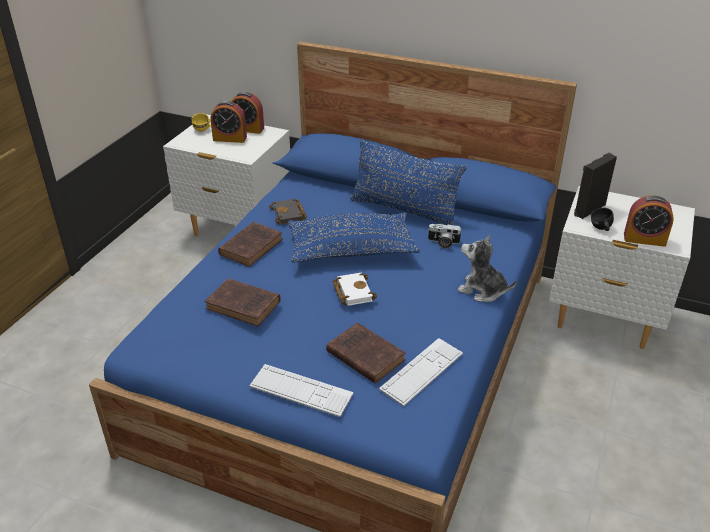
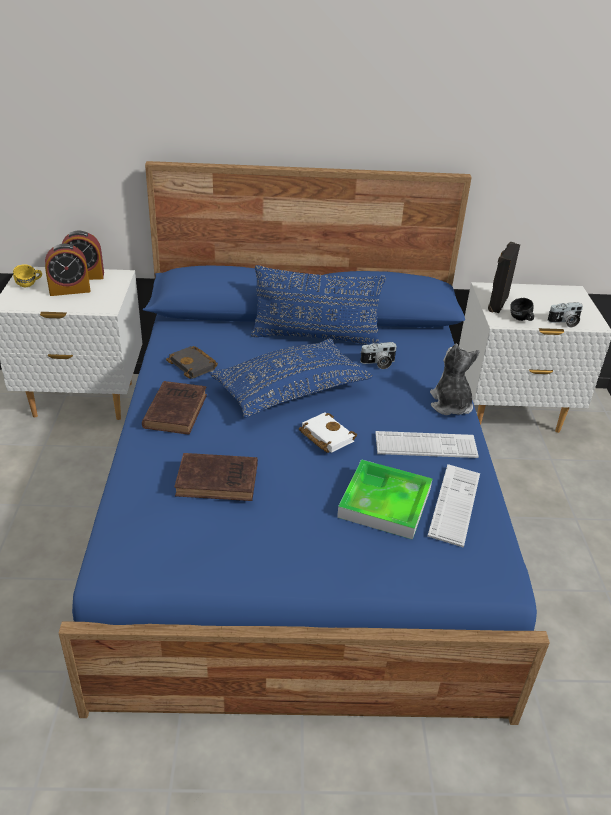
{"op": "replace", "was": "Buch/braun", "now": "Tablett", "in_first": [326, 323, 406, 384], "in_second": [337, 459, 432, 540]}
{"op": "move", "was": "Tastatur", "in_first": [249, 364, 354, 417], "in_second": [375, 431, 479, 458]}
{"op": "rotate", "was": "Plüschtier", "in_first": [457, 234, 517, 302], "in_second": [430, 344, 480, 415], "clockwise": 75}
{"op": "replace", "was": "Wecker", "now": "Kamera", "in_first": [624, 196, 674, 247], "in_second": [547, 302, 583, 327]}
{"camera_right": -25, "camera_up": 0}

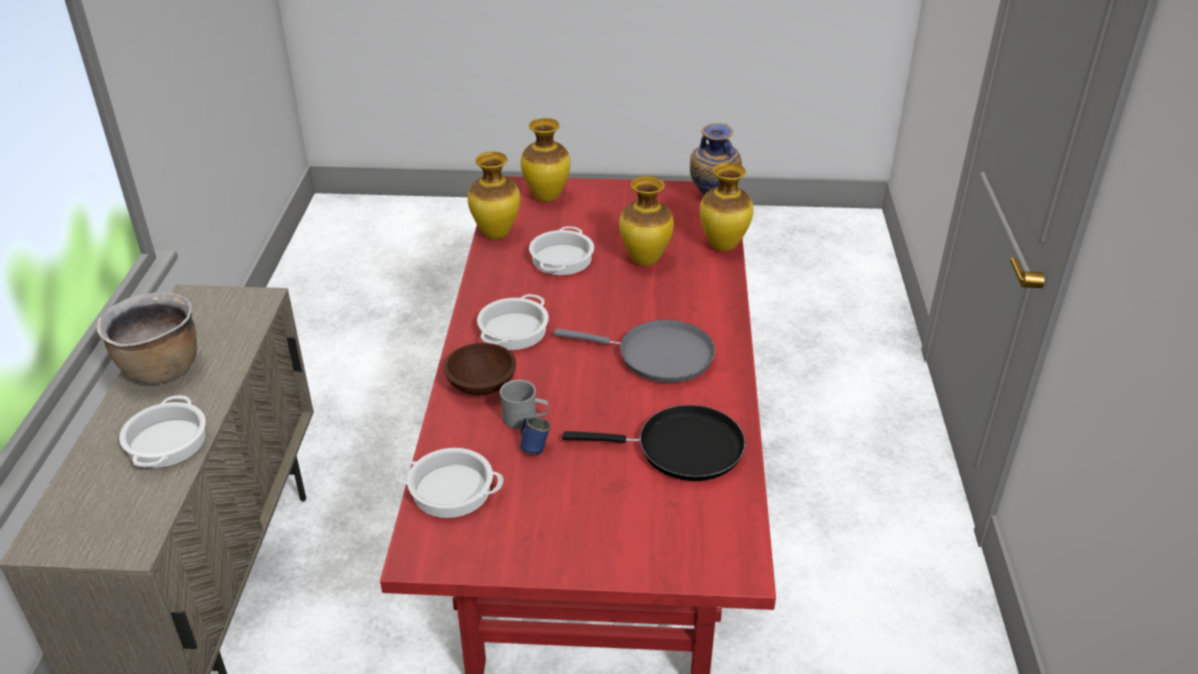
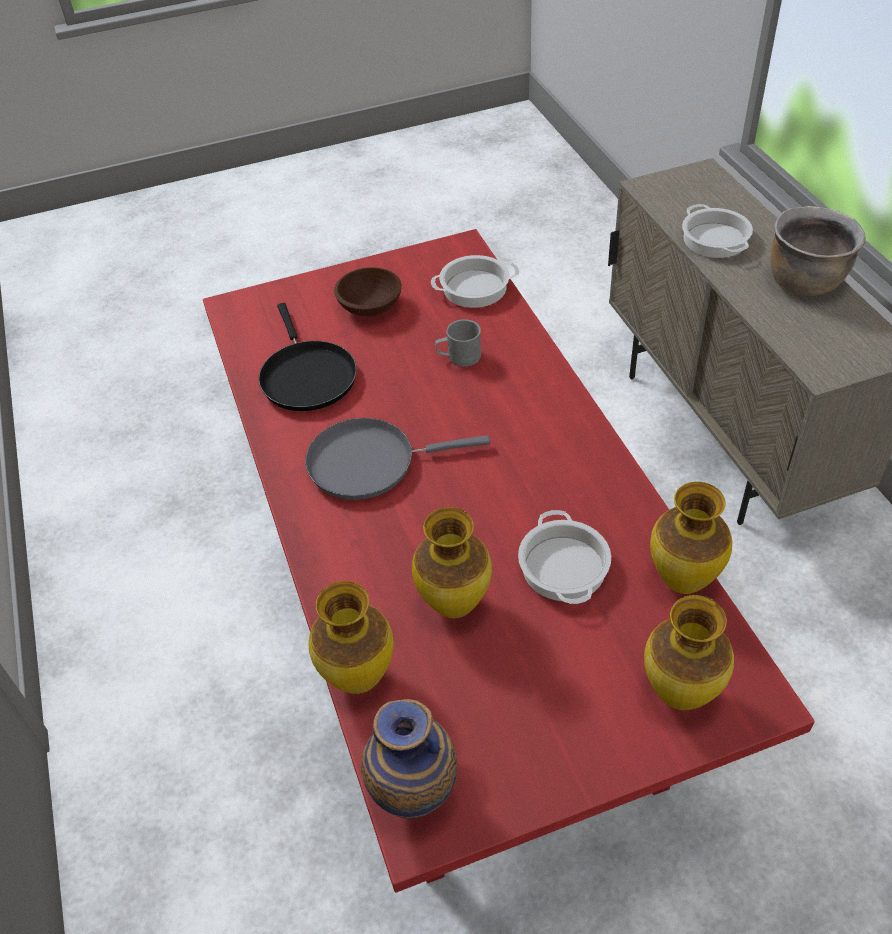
{"op": "rotate", "was": "Pfanne/schwarz", "in_first": [562, 405, 745, 481], "in_second": [258, 303, 357, 411], "clockwise": -90}
{"op": "move", "was": "Schüssel/braun", "in_first": [444, 343, 516, 395], "in_second": [334, 267, 402, 316]}
{"op": "delete", "was": "Kochtopf", "in_first": [477, 294, 549, 350]}
{"op": "delete", "was": "Henkelbecher/blau", "in_first": [520, 417, 551, 455]}
{"camera_right": 160, "camera_up": 10}

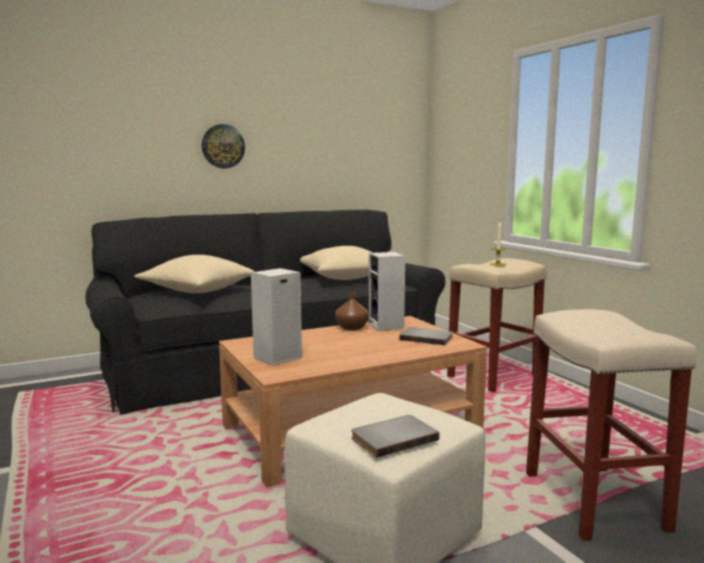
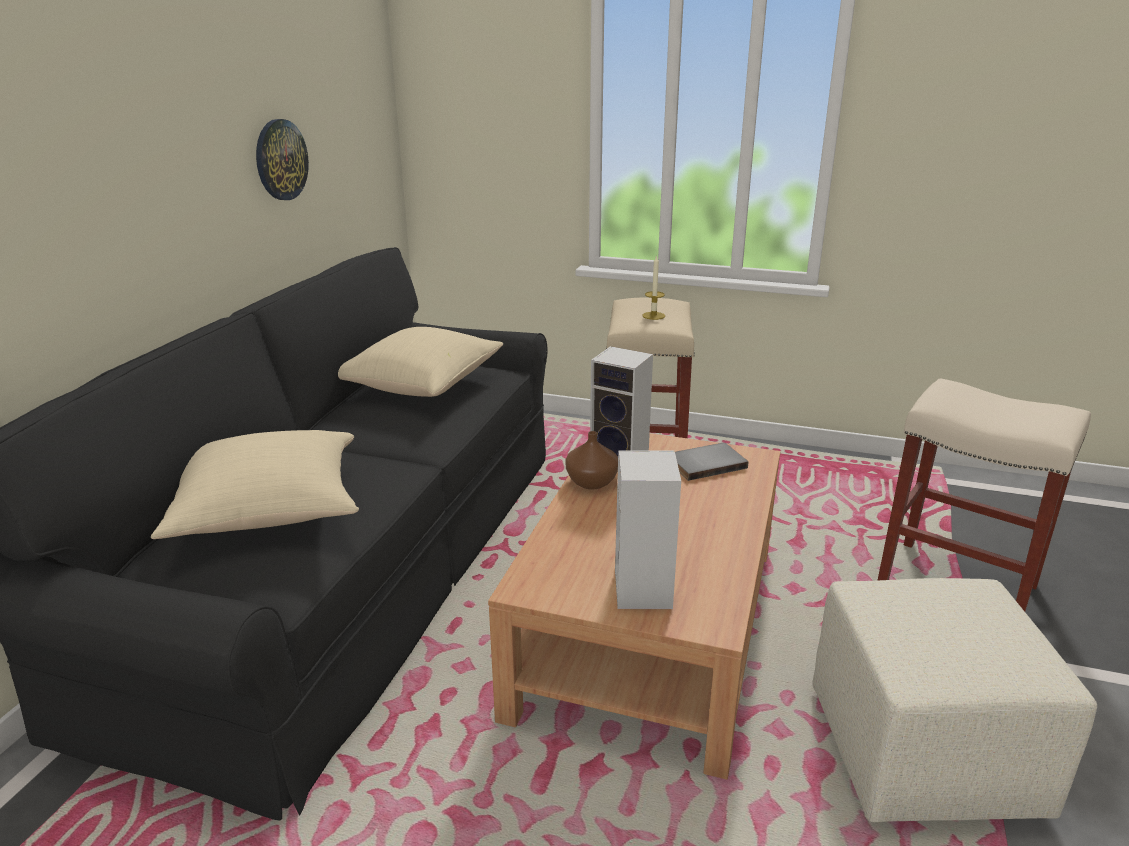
{"op": "move", "was": "Wanduhr", "in_first": [202, 124, 245, 168], "in_second": [256, 119, 309, 200]}
{"op": "delete", "was": "Buch/grau", "in_first": [351, 415, 440, 458]}
{"camera_right": -45, "camera_up": 15}

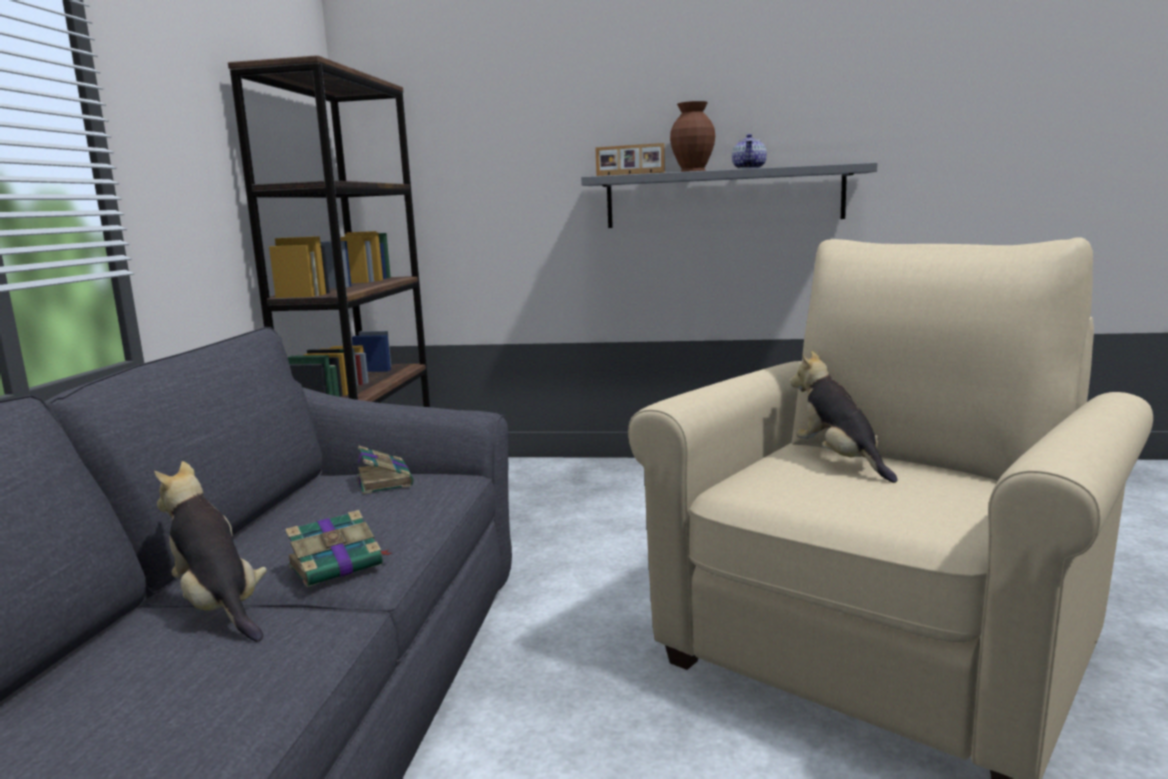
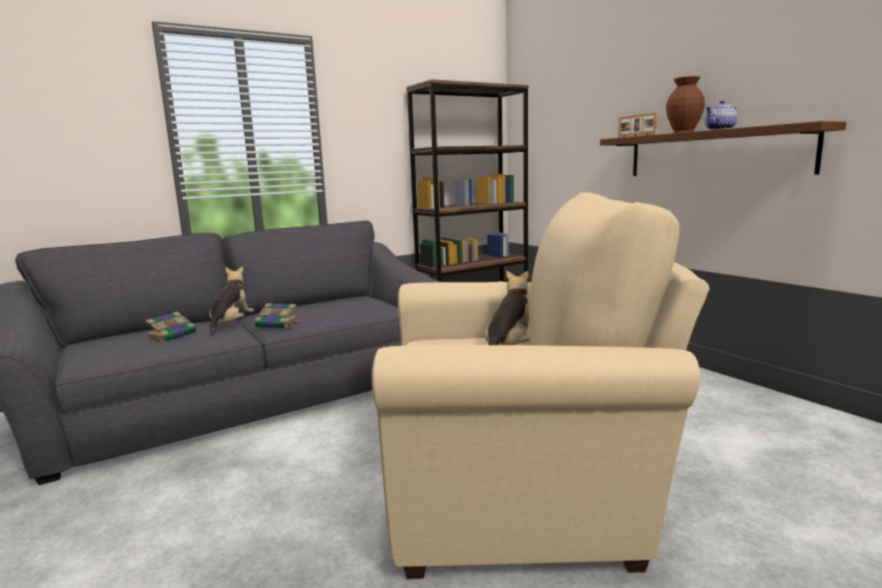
{"op": "move", "was": "Buch", "in_first": [357, 446, 414, 494], "in_second": [146, 311, 198, 342]}
{"op": "recolor", "was": "Wandregal/grau", "now": "Wandregal/braun", "in_first": [581, 162, 878, 228], "in_second": [600, 121, 847, 176]}
{"camera_right": 50, "camera_up": 0}

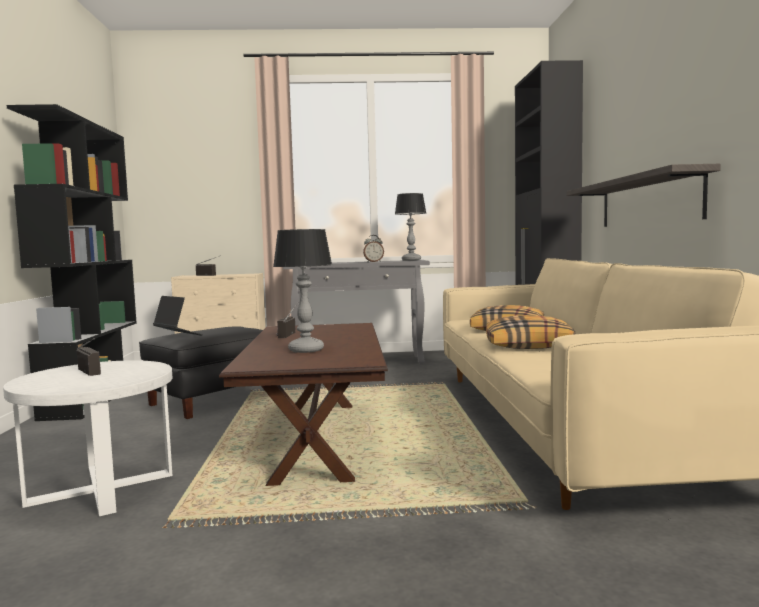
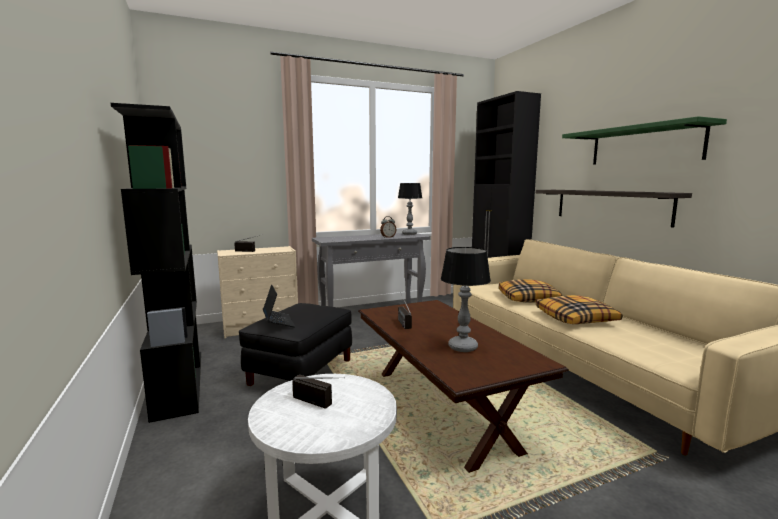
{"op": "rotate", "was": "Laptop", "in_first": [153, 296, 203, 336], "in_second": [263, 284, 295, 327], "clockwise": 45}
{"op": "insert", "now": "Wandregal/grün", "in_second": [562, 116, 727, 164]}
{"camera_right": -20, "camera_up": 5}

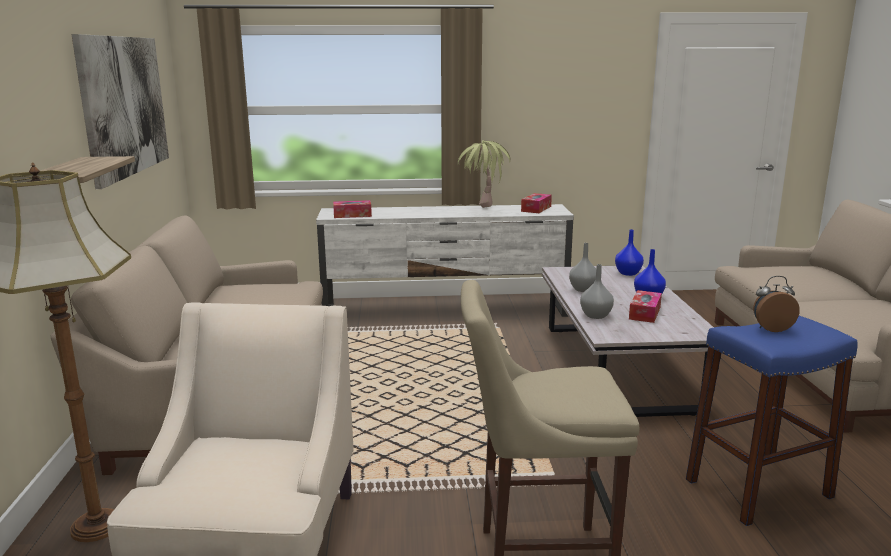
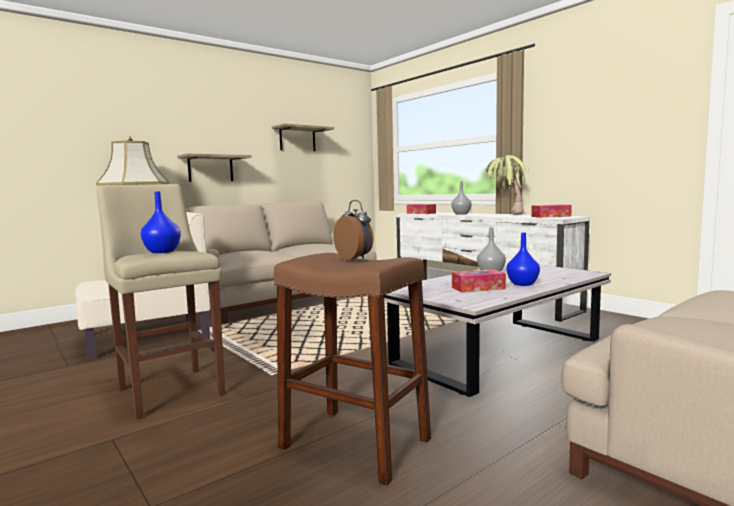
{"op": "move", "was": "Vase/blau", "in_first": [615, 230, 644, 276], "in_second": [141, 192, 181, 253]}
{"op": "replace", "was": "Bild", "now": "Wandregal", "in_first": [71, 34, 169, 189], "in_second": [272, 124, 334, 151]}
{"op": "recolor", "was": "Hocker/blau", "now": "Hocker/braun", "in_first": [686, 316, 858, 526], "in_second": [274, 253, 431, 486]}
{"op": "move", "was": "Vase/grau", "in_first": [580, 264, 614, 319], "in_second": [451, 182, 472, 215]}
{"camera_right": 55, "camera_up": -10}

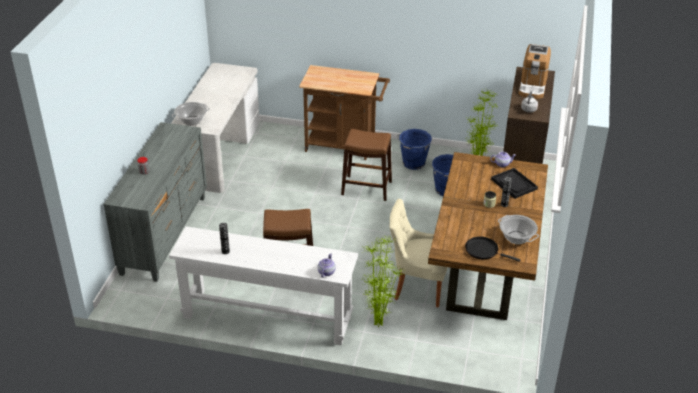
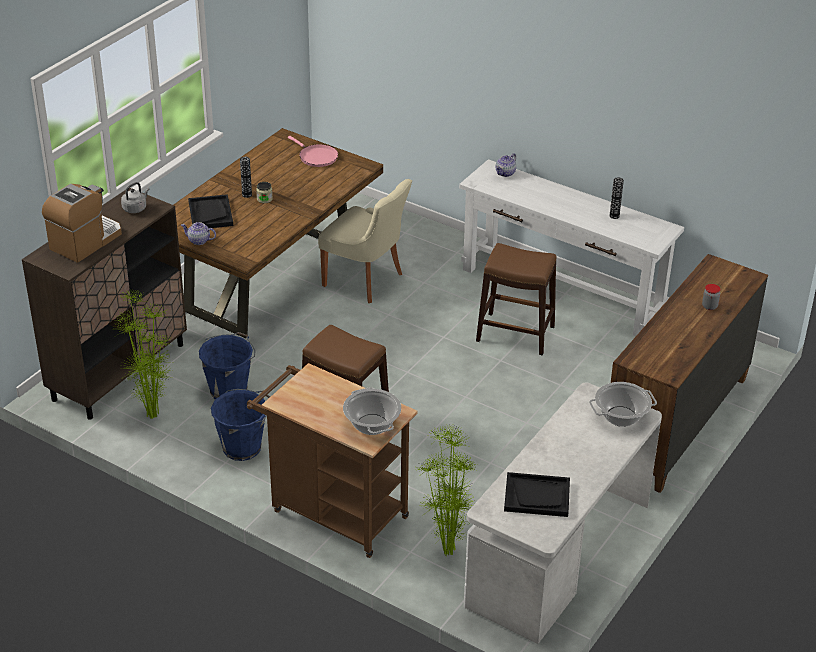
{"op": "recolor", "was": "Pfanne/schwarz", "now": "Pfanne/rosa", "in_first": [465, 237, 521, 262], "in_second": [288, 136, 338, 167]}
{"op": "move", "was": "Kochtopf", "in_first": [498, 215, 539, 244], "in_second": [343, 387, 401, 435]}
{"op": "move", "was": "Topfpflanze", "in_first": [363, 236, 405, 327], "in_second": [415, 425, 475, 556]}
{"op": "insert", "now": "Tablett/schwarz", "in_second": [504, 472, 570, 517]}
{"op": "recolor", "was": "Kommode/grau", "now": "Kommode/braun", "in_first": [103, 122, 207, 282], "in_second": [611, 254, 768, 493]}
{"camera_right": -160, "camera_up": 0}

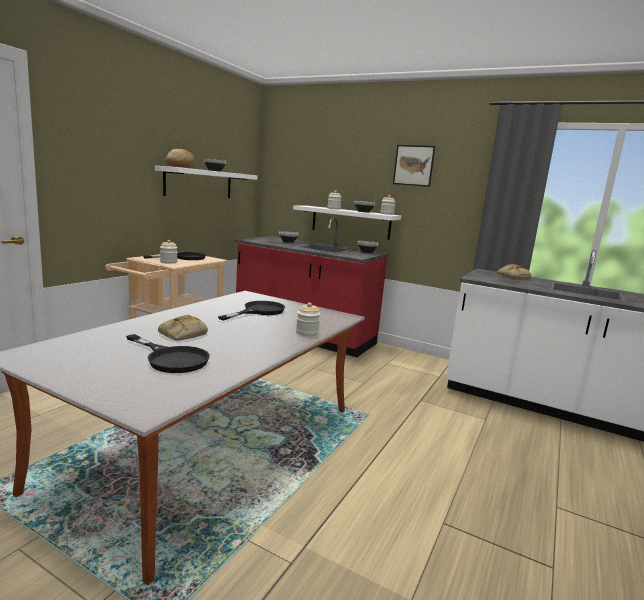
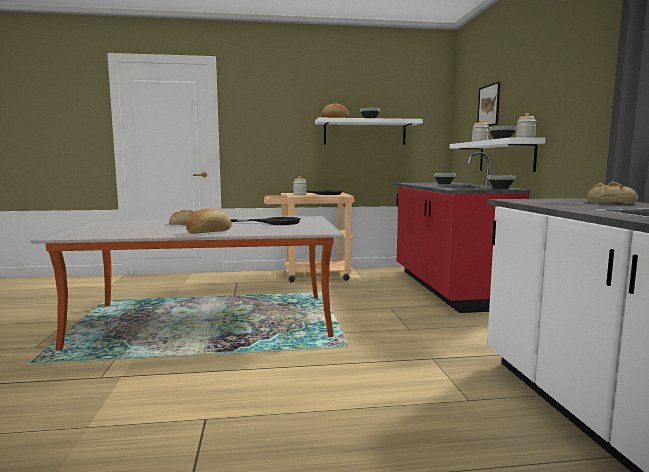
{"op": "insert", "now": "Brot", "in_second": [186, 208, 232, 234]}
{"op": "move", "was": "Bild", "in_first": [393, 145, 435, 187], "in_second": [477, 81, 500, 126]}
{"op": "delete", "was": "Pfanne/schwarz", "in_first": [126, 334, 210, 373]}
{"op": "delete", "was": "Vorratsglas", "in_first": [296, 302, 320, 336]}
{"camera_right": 55, "camera_up": -5}

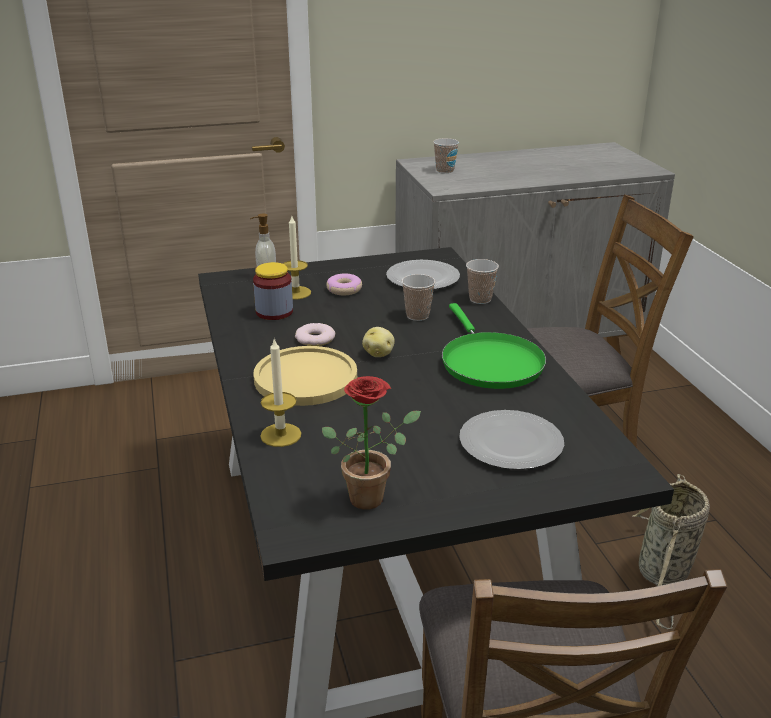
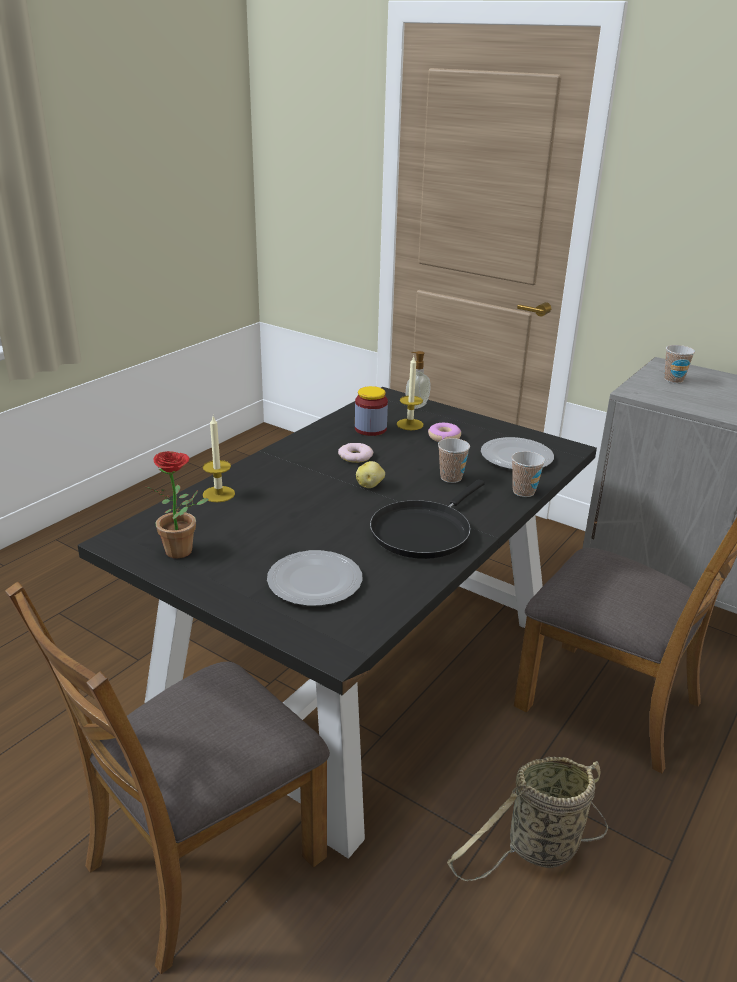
{"op": "recolor", "was": "Pfanne/grün", "now": "Pfanne/schwarz", "in_first": [442, 303, 546, 389], "in_second": [370, 479, 485, 559]}
{"op": "delete", "was": "Teller/gelb", "in_first": [253, 346, 357, 406]}
{"camera_right": 50, "camera_up": 0}

